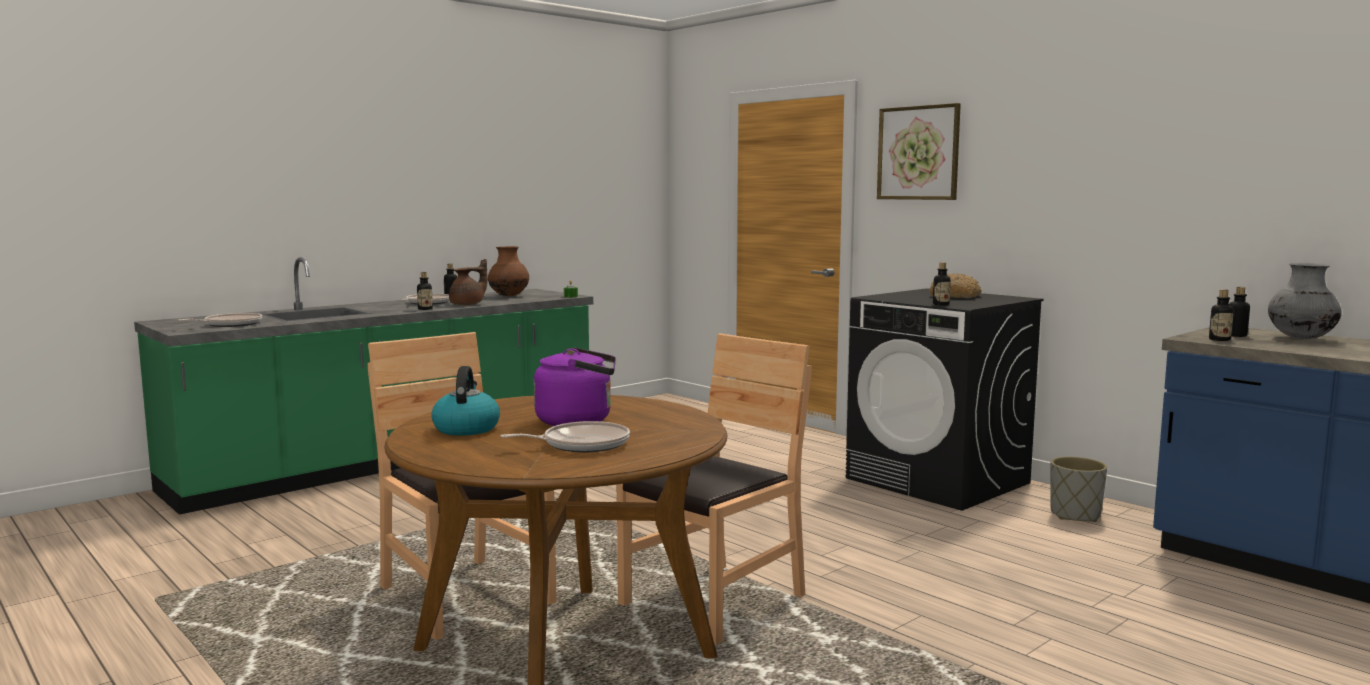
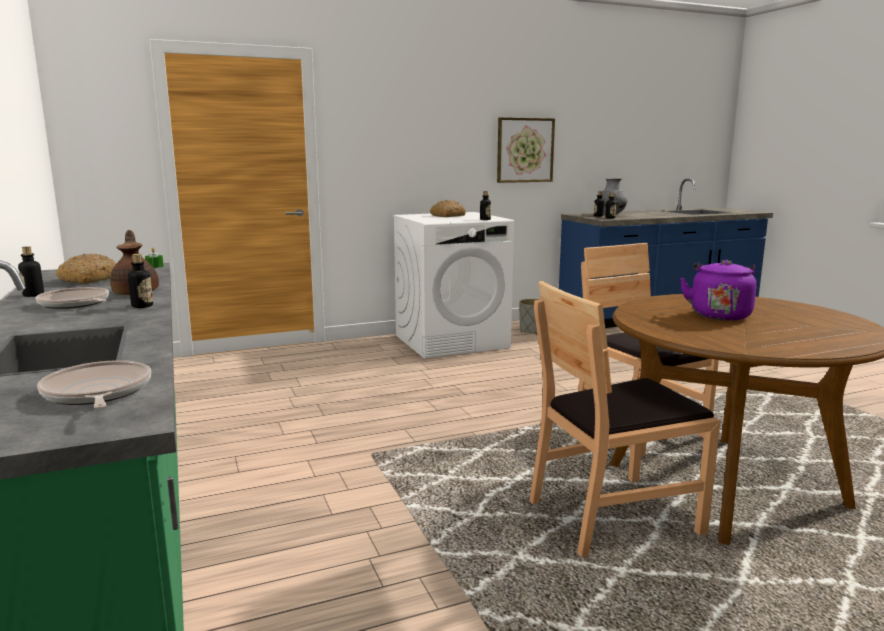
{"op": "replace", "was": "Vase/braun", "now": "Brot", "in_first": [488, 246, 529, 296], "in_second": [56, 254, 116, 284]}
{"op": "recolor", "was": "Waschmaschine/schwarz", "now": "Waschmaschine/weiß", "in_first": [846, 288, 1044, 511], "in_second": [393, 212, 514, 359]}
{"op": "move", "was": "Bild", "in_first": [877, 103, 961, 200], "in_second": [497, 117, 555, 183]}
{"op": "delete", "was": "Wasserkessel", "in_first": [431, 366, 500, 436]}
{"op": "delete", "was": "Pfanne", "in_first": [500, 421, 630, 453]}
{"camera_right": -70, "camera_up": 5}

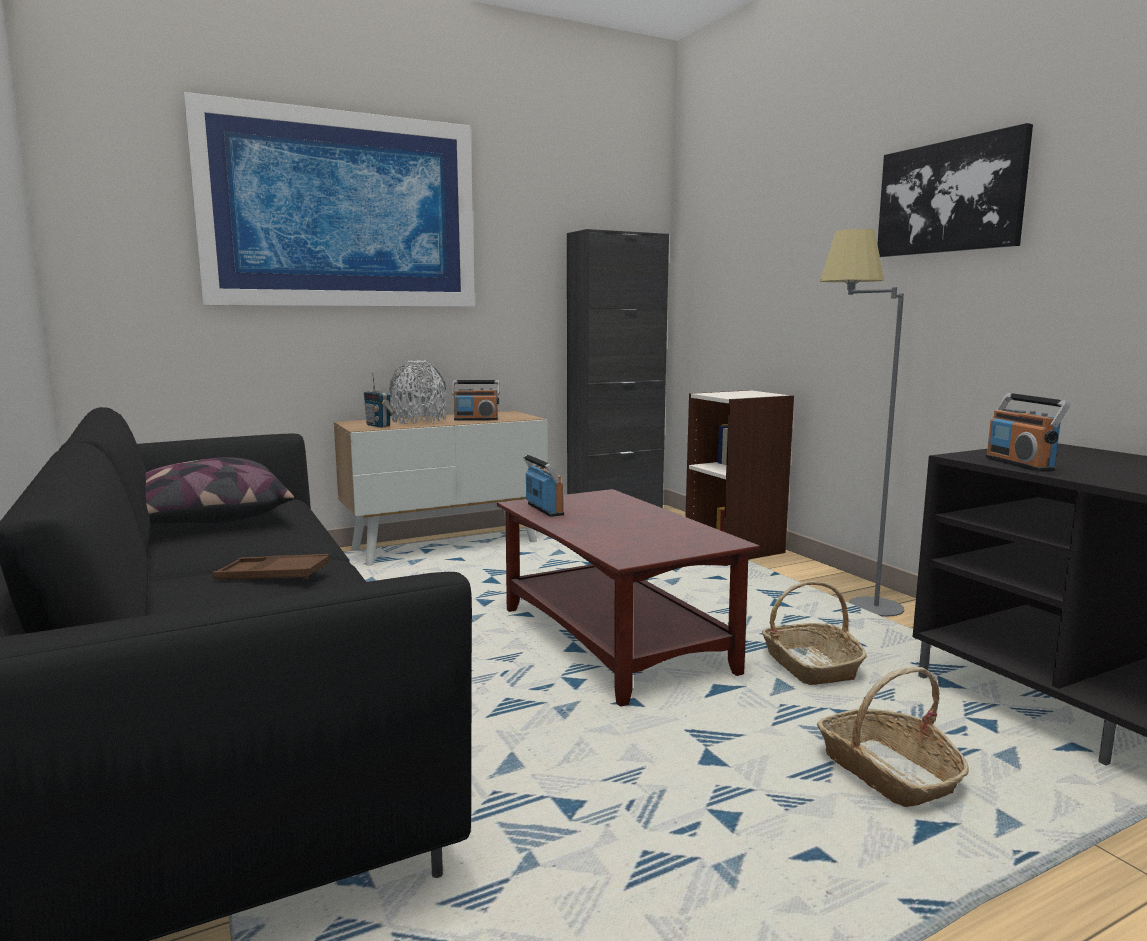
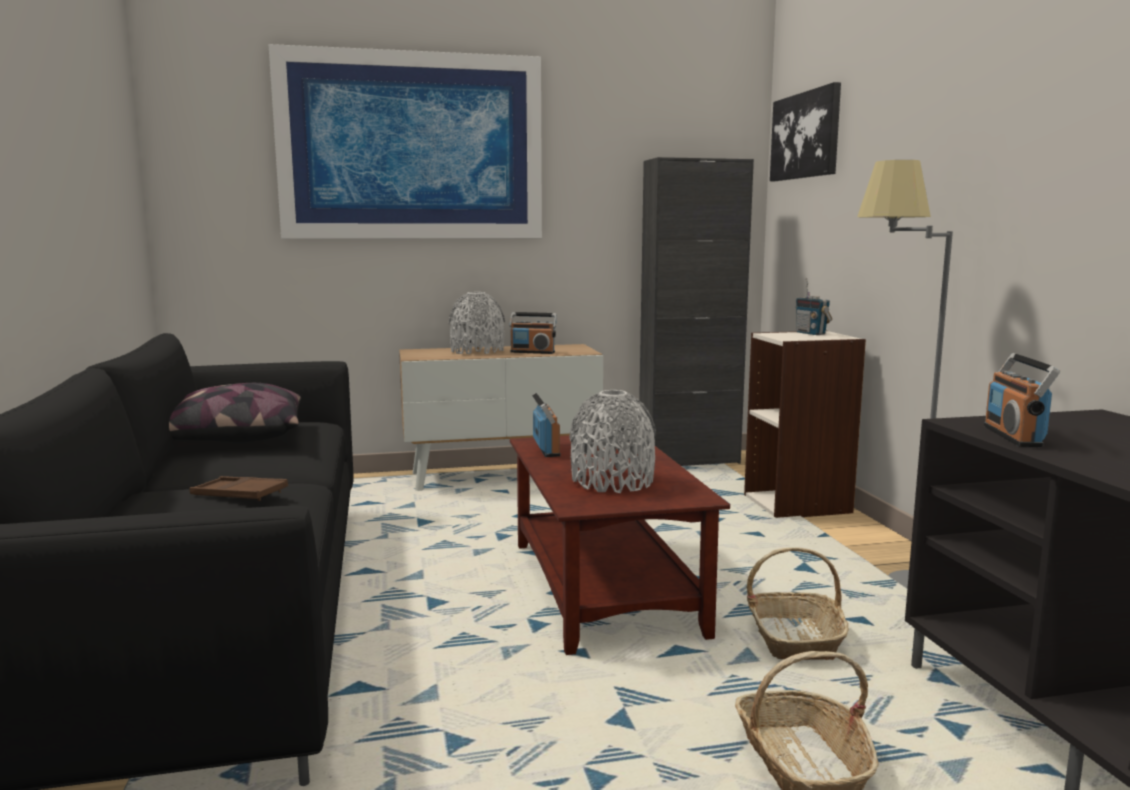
{"op": "insert", "now": "Vase/grau", "in_second": [569, 390, 656, 493]}
{"op": "move", "was": "Bild", "in_first": [877, 123, 1033, 257], "in_second": [770, 82, 841, 181]}
{"op": "move", "was": "Radio", "in_first": [364, 373, 395, 428], "in_second": [796, 278, 832, 335]}
{"camera_right": 15, "camera_up": 0}

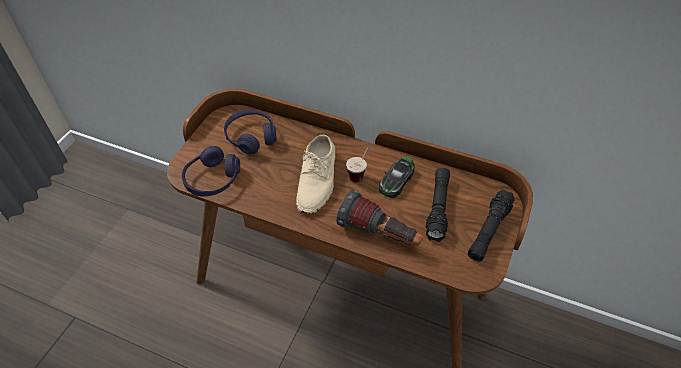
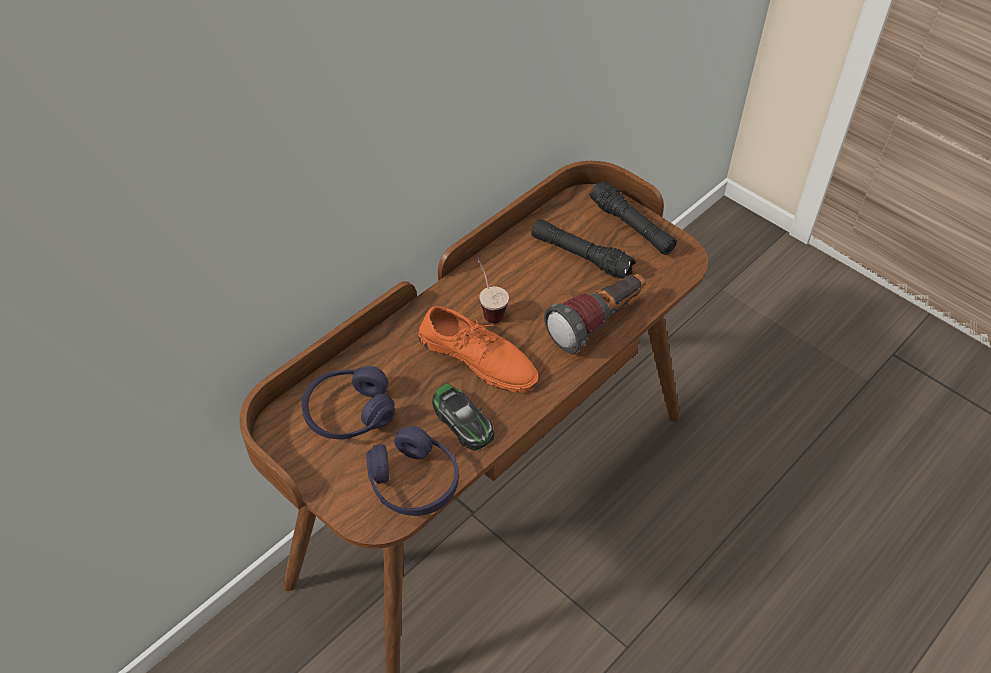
{"op": "recolor", "was": "Schuh/beige", "now": "Schuh/orange", "in_first": [296, 135, 335, 214], "in_second": [418, 306, 538, 392]}
{"op": "move", "was": "Spielzeugauto", "in_first": [378, 156, 415, 198], "in_second": [432, 383, 495, 451]}
{"camera_right": -70, "camera_up": 0}

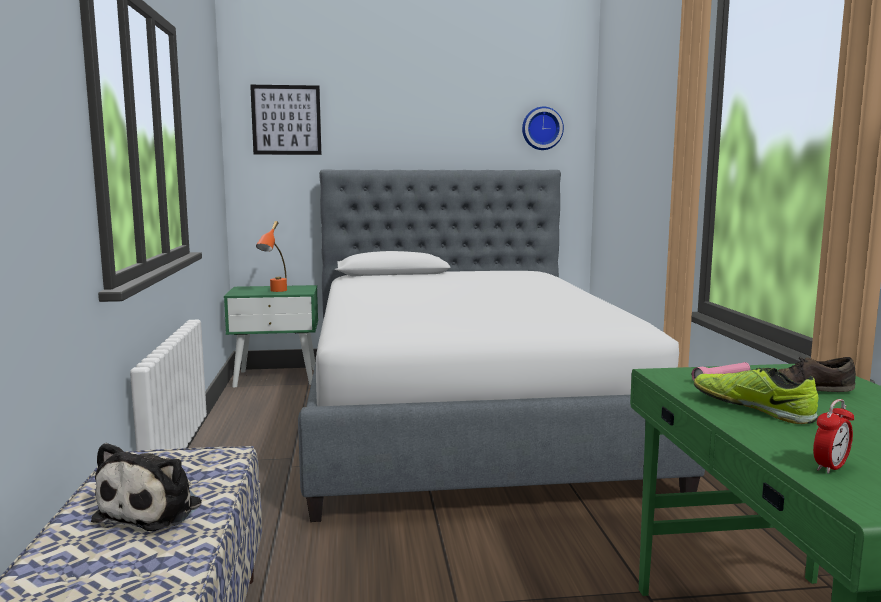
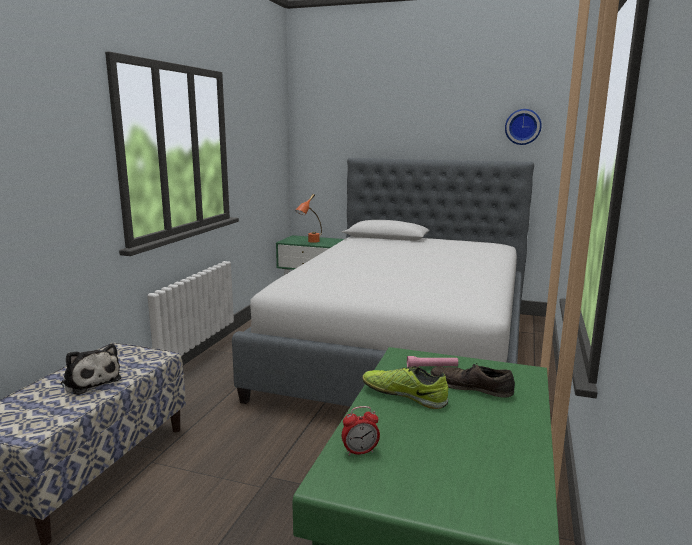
{"op": "rotate", "was": "Plüschtier", "in_first": [91, 442, 202, 531], "in_second": [61, 344, 121, 395], "clockwise": -90}
{"op": "rotate", "was": "Schuh", "in_first": [694, 368, 819, 424], "in_second": [362, 366, 448, 409], "clockwise": -45}
{"op": "delete", "was": "Bild", "in_first": [250, 85, 321, 155]}
{"camera_right": 25, "camera_up": 5}

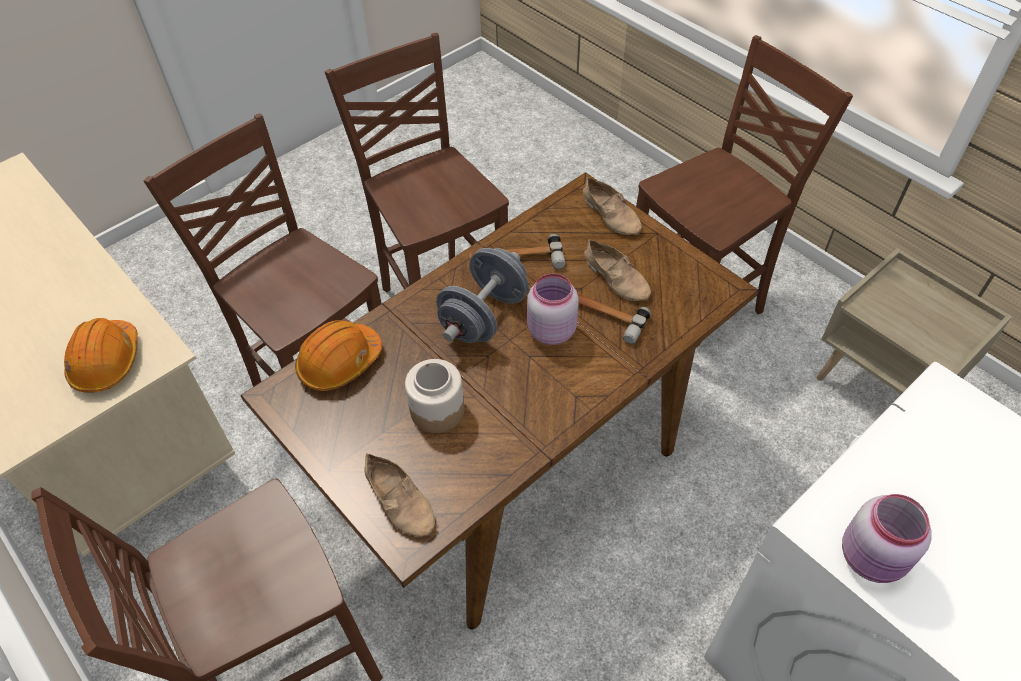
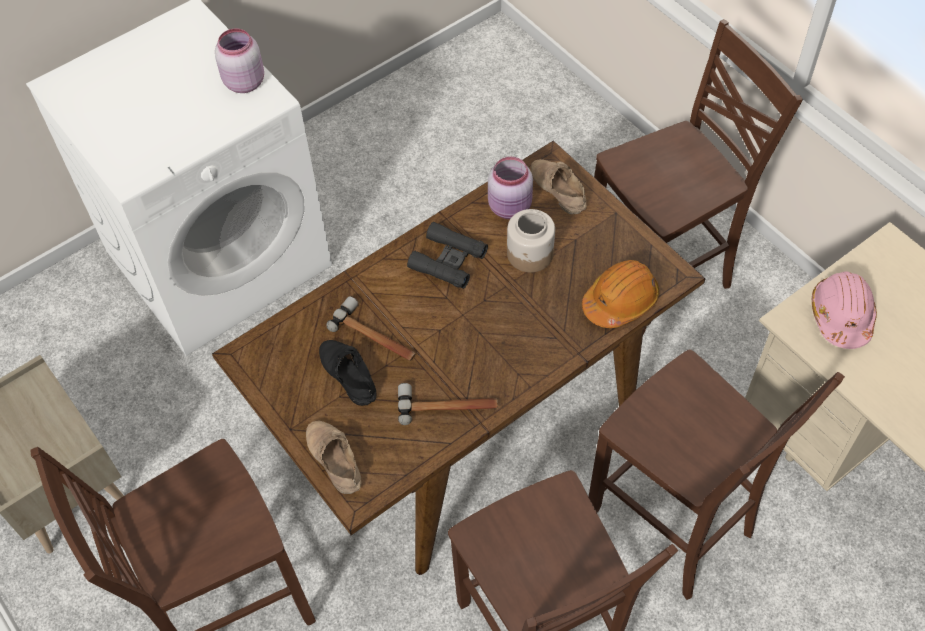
{"op": "recolor", "was": "Schuh/beige", "now": "Schuh/schwarz", "in_first": [584, 239, 651, 301], "in_second": [319, 340, 377, 406]}
{"op": "insert", "now": "Fernglas/schwarz", "in_second": [407, 222, 488, 289]}
{"op": "move", "was": "Vorratsglas/rosa", "in_first": [527, 274, 579, 345], "in_second": [488, 156, 533, 219]}
{"op": "recolor", "was": "Schutzhelm/orange", "now": "Schutzhelm/rosa", "in_first": [64, 318, 138, 393], "in_second": [812, 271, 877, 349]}
{"op": "delete", "was": "Hantel/grau", "in_first": [436, 248, 529, 343]}
{"camera_right": -175, "camera_up": 5}

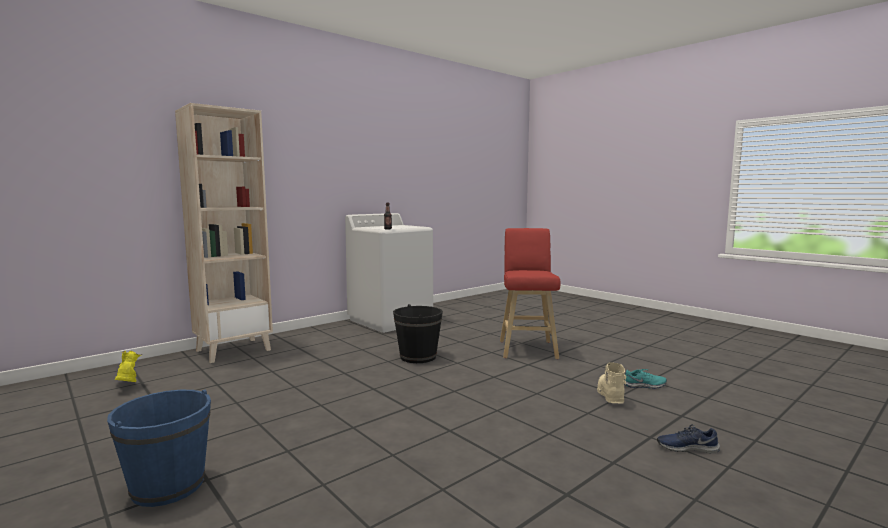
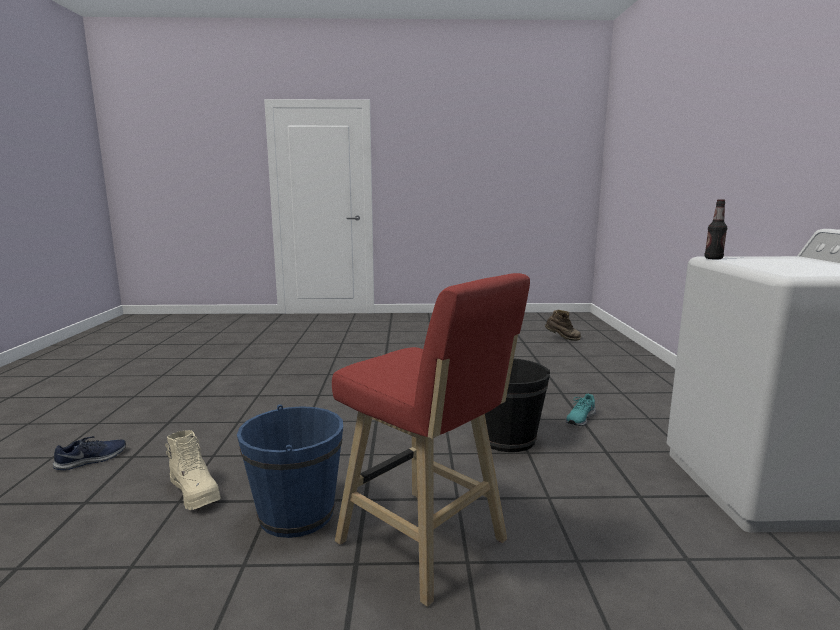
{"op": "move", "was": "Eimer/blau", "in_first": [107, 389, 211, 507], "in_second": [237, 404, 343, 538]}
{"op": "recolor", "was": "Stiefel/gelb", "now": "Stiefel/braun", "in_first": [115, 351, 142, 382], "in_second": [545, 310, 581, 341]}
{"op": "move", "was": "Schuh/türkis", "in_first": [624, 369, 667, 389], "in_second": [566, 394, 596, 426]}
{"op": "delete", "was": "Bücherregal/beige", "in_first": [175, 103, 273, 363]}
{"camera_right": 130, "camera_up": 5}

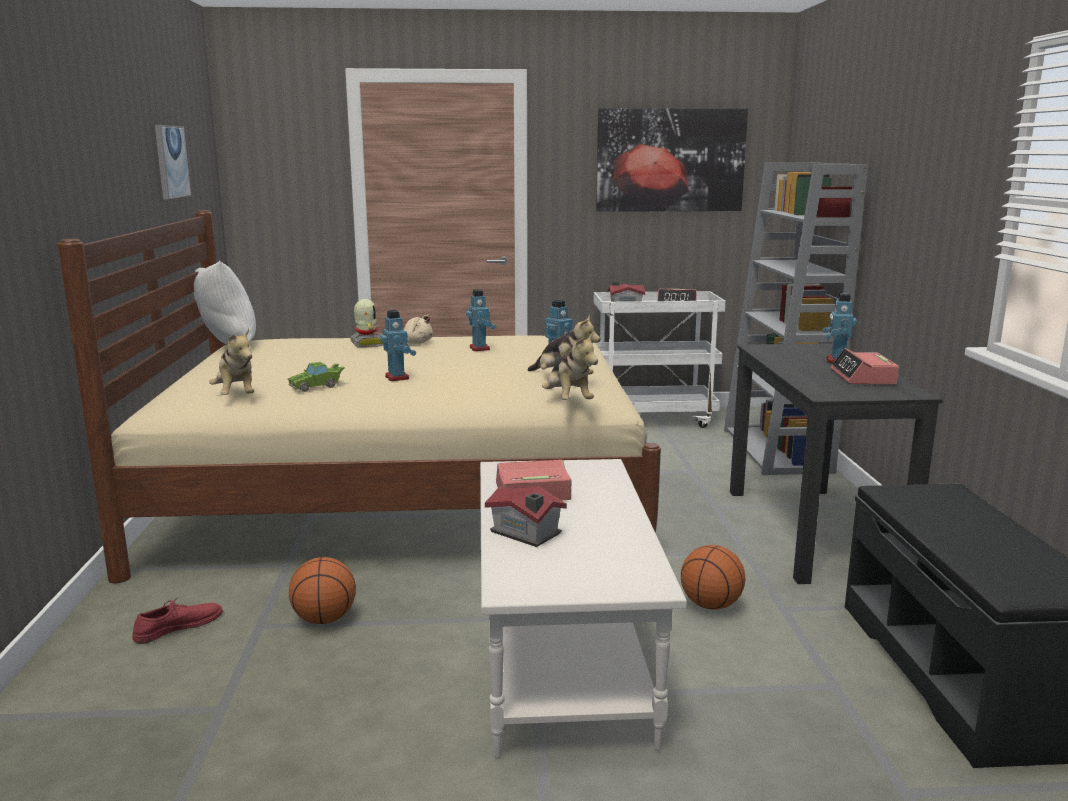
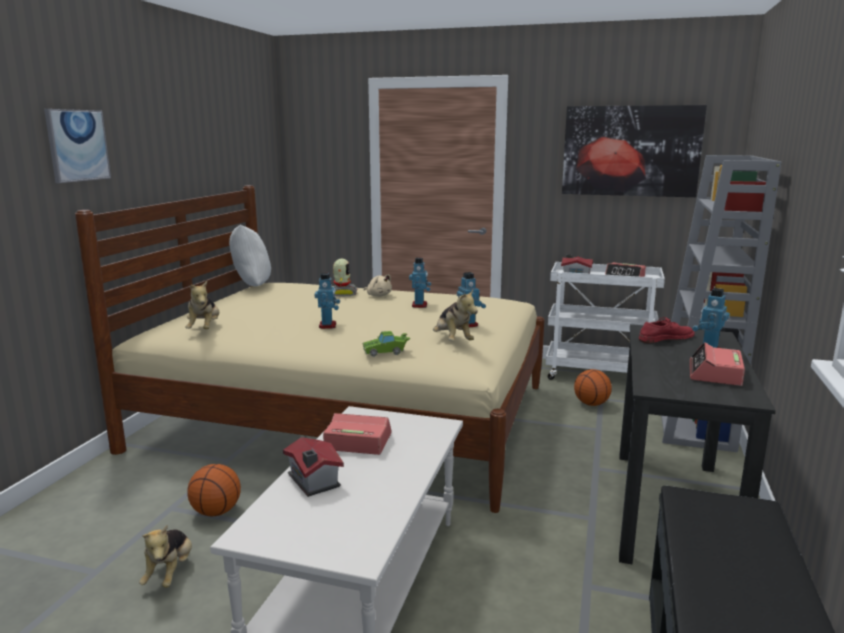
{"op": "move", "was": "Bild", "in_first": [155, 125, 191, 199], "in_second": [44, 109, 111, 183]}
{"op": "move", "was": "Plüschtier", "in_first": [542, 333, 598, 400], "in_second": [139, 525, 192, 588]}
{"op": "move", "was": "Spielzeugauto/grün", "in_first": [287, 362, 345, 392], "in_second": [362, 331, 410, 357]}
{"op": "move", "was": "Basketball", "in_first": [681, 545, 745, 610], "in_second": [574, 369, 612, 406]}
{"op": "move", "was": "Schuh/rot", "in_first": [132, 598, 223, 644], "in_second": [639, 317, 694, 343]}
{"camera_right": 20, "camera_up": 0}

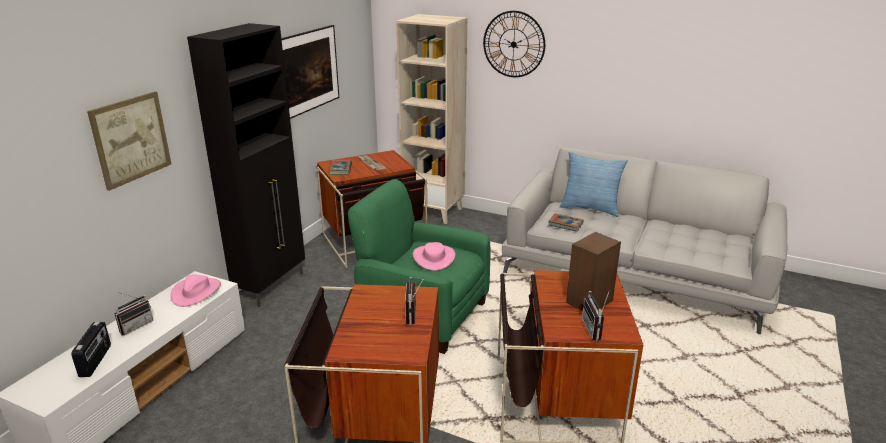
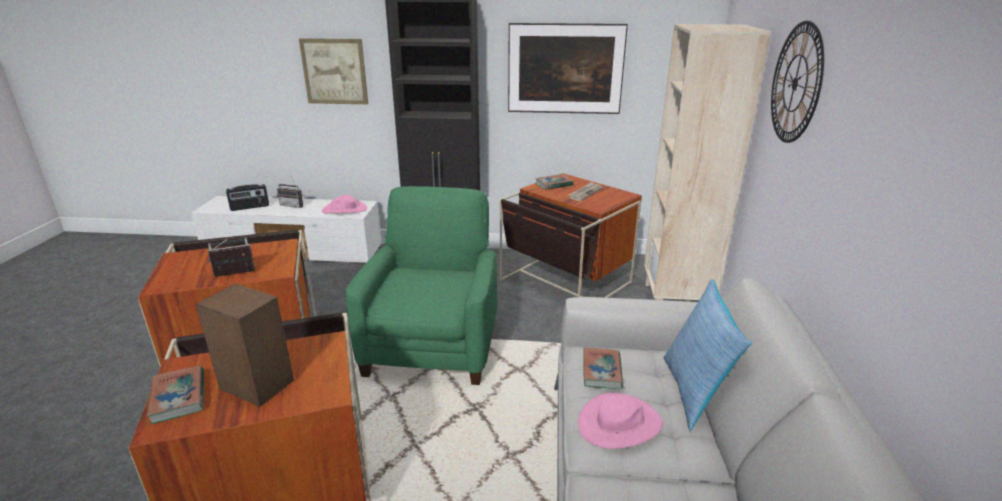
{"op": "replace", "was": "Radio", "now": "Buch", "in_first": [582, 289, 610, 341], "in_second": [146, 366, 204, 424]}
{"op": "move", "was": "Hut/rosa", "in_first": [413, 242, 455, 271], "in_second": [578, 393, 663, 449]}
{"camera_right": 70, "camera_up": 0}

